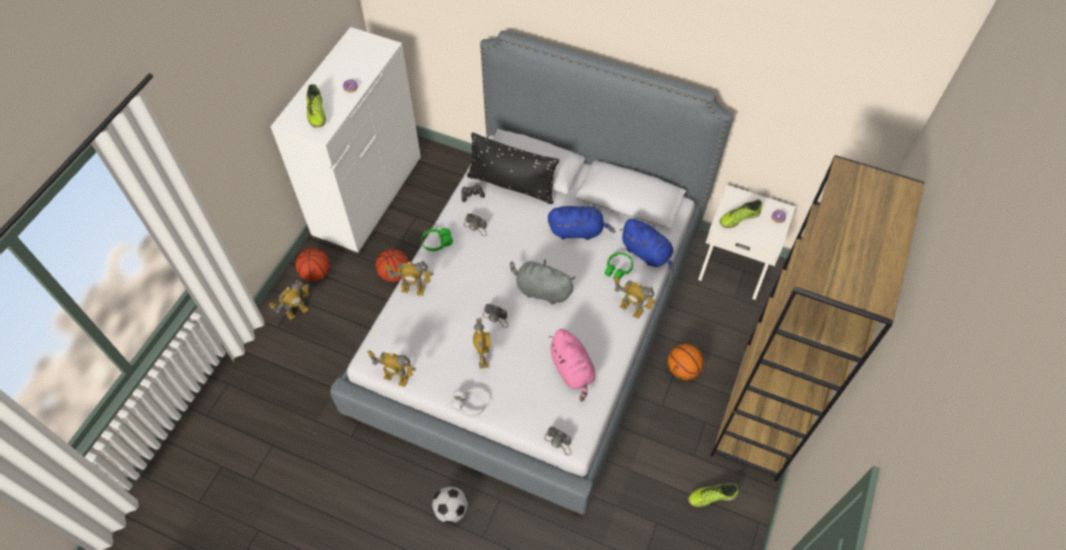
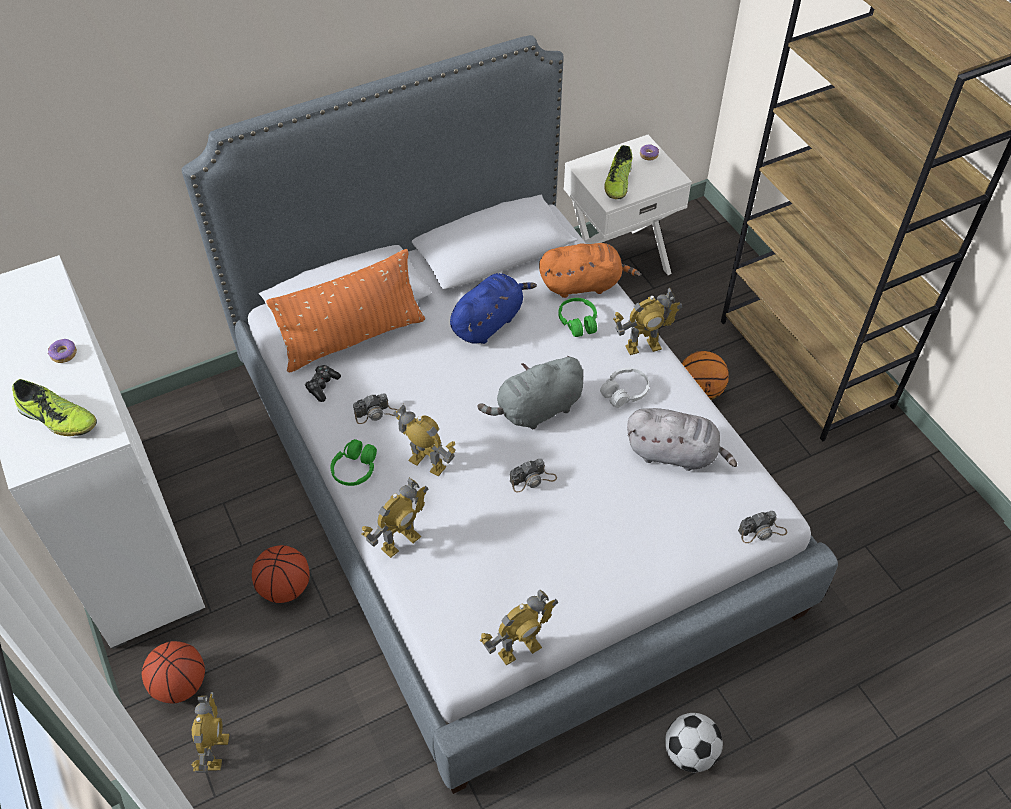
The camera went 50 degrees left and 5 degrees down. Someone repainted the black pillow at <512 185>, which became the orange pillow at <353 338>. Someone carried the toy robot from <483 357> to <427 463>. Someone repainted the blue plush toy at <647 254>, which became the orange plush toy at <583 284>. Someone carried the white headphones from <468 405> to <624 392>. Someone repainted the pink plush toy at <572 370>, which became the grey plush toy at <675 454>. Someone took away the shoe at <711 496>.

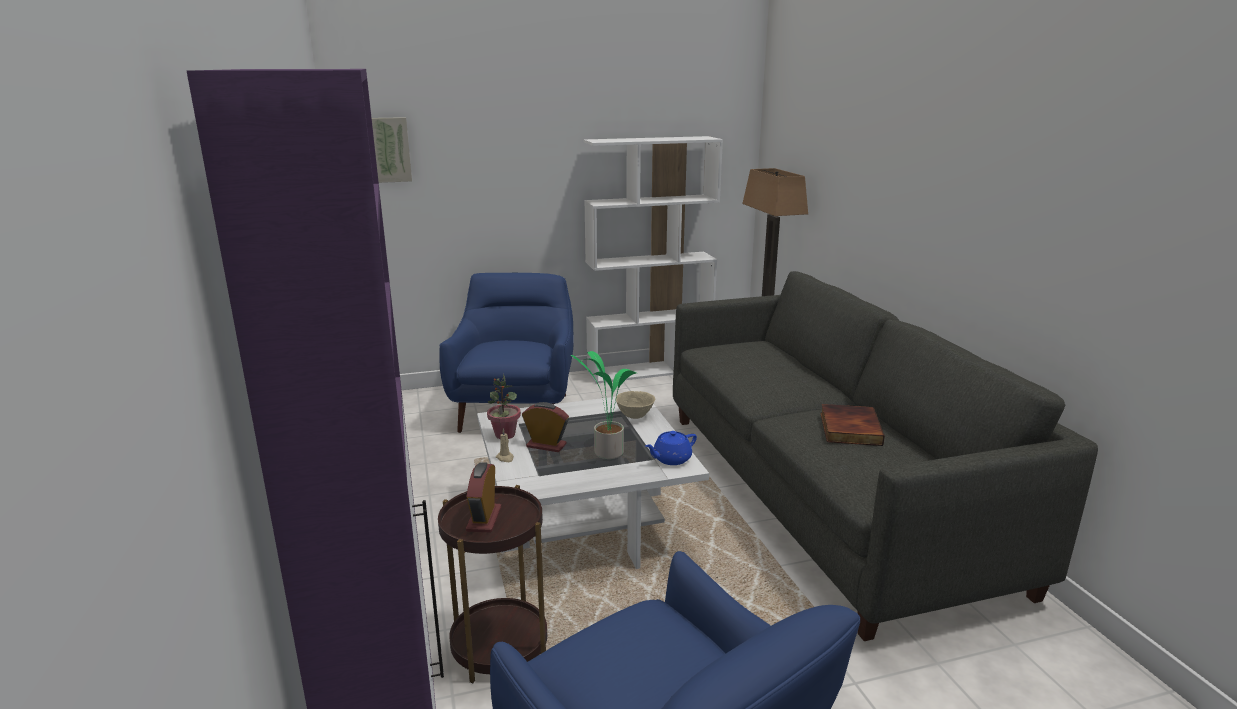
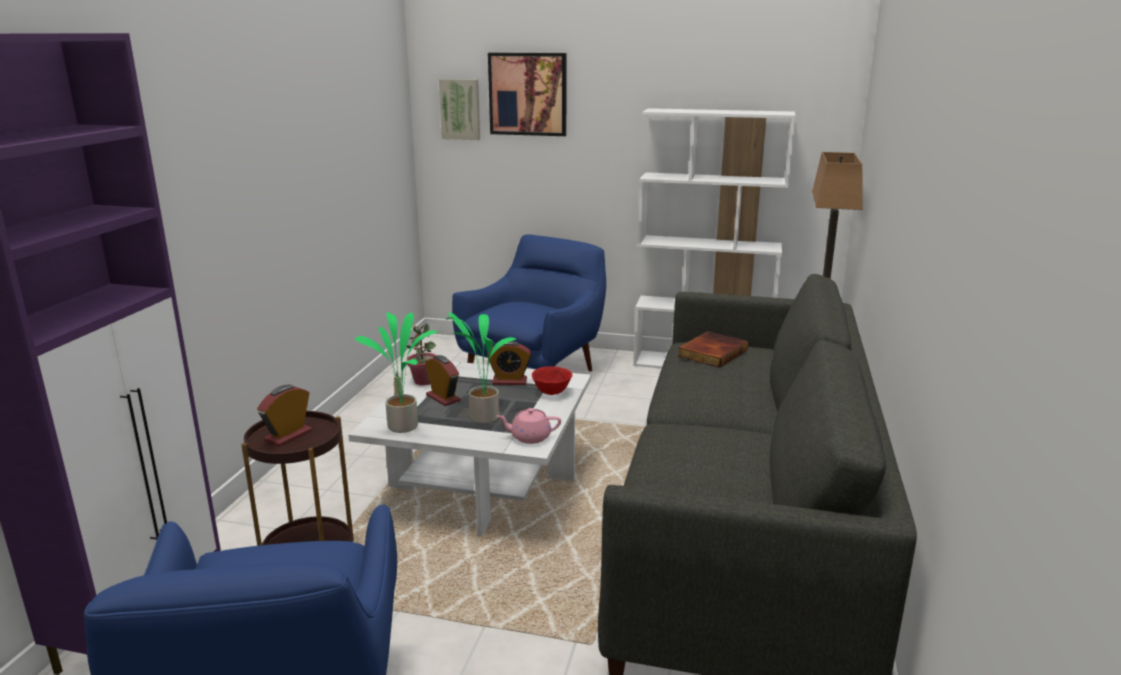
The camera went 30 degrees right and 0 degrees up. Someone put down the potted plant at <404 426>. Someone put down the alarm clock at <509 381>. Someone put up the picture at <528 94>. Someone repainted the blue teapot at <671 459>, which became the pink teapot at <529 437>. Someone repainted the beige bowl at <635 416>, which became the red bowl at <552 392>. Someone carried the book from <848 428> to <711 352>.

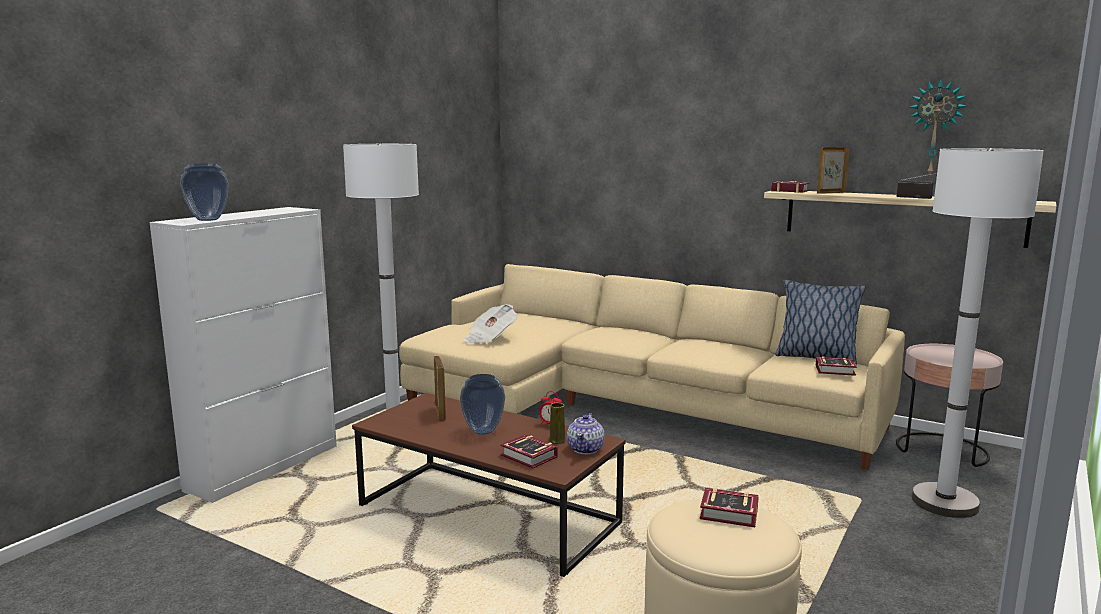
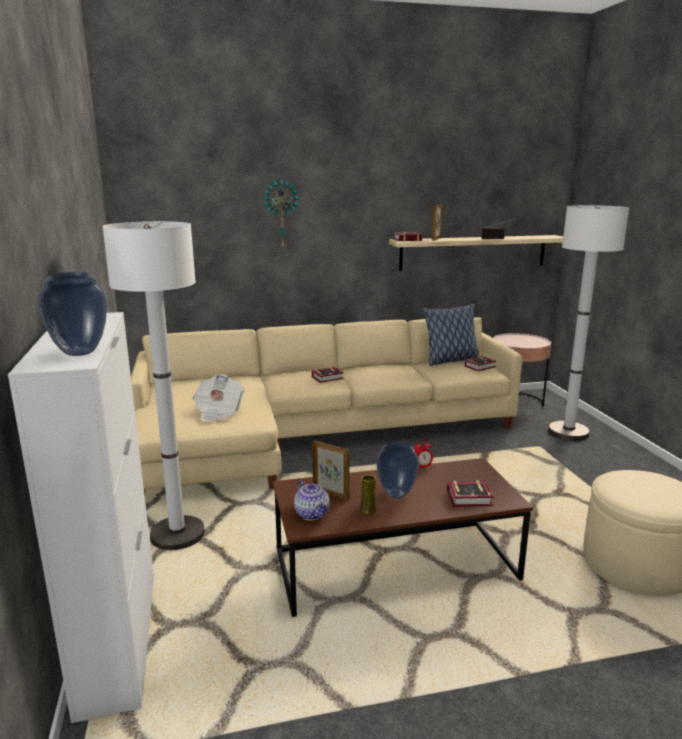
The camera went 45 degrees left and 5 degrees up. Someone carried the wall clock from <935 128> to <281 214>. Someone carried the teapot from <586 449> to <312 513>. Someone carried the book from <731 514> to <329 378>. Someone carried the yellow vase from <557 440> to <368 510>.

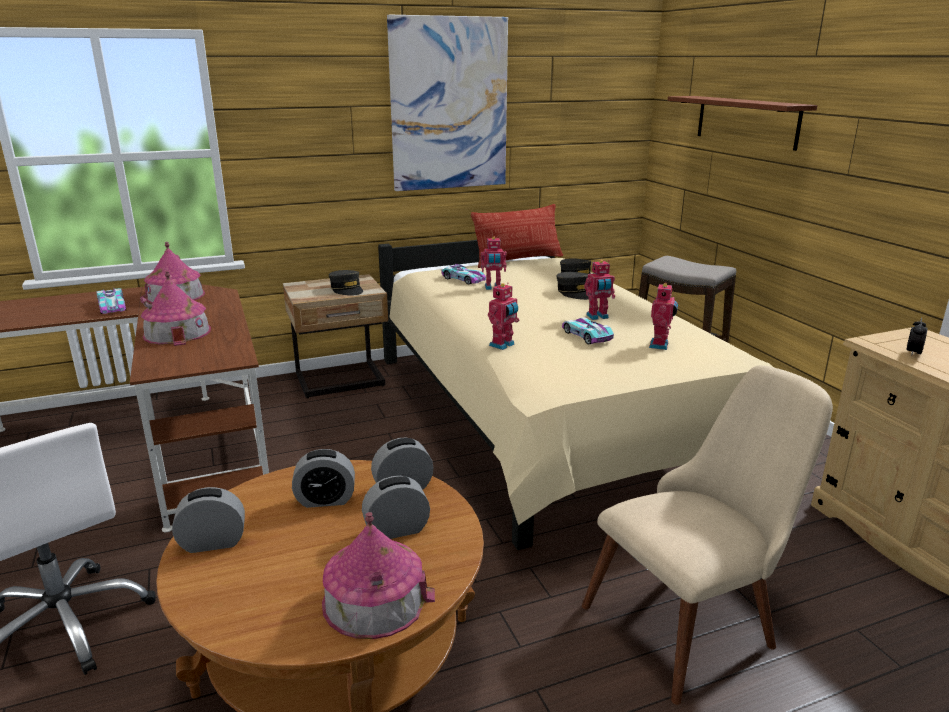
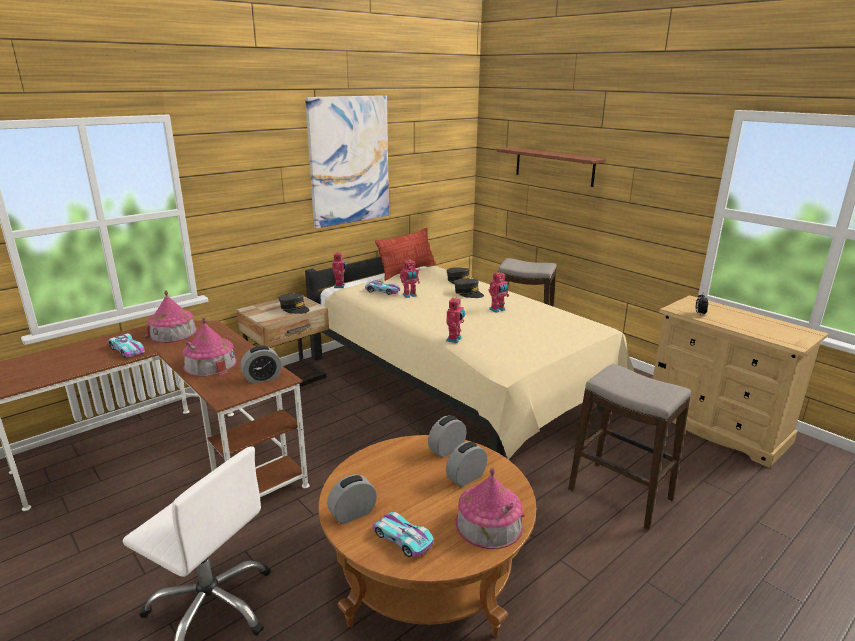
The camera went 20 degrees left and 0 degrees up. Someone carried the alarm clock from <325 500> to <262 378>. Someone carried the toy robot from <660 345> to <340 286>. Someone carried the toy car from <586 336> to <402 538>. Someone swapped the beige chair at <694 618> for the stool at <619 494>.

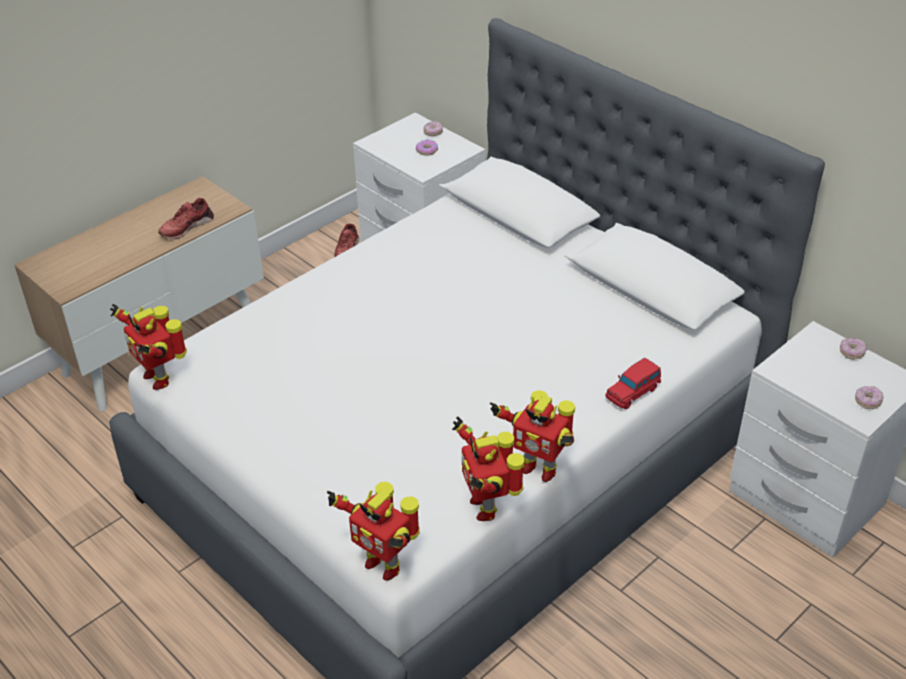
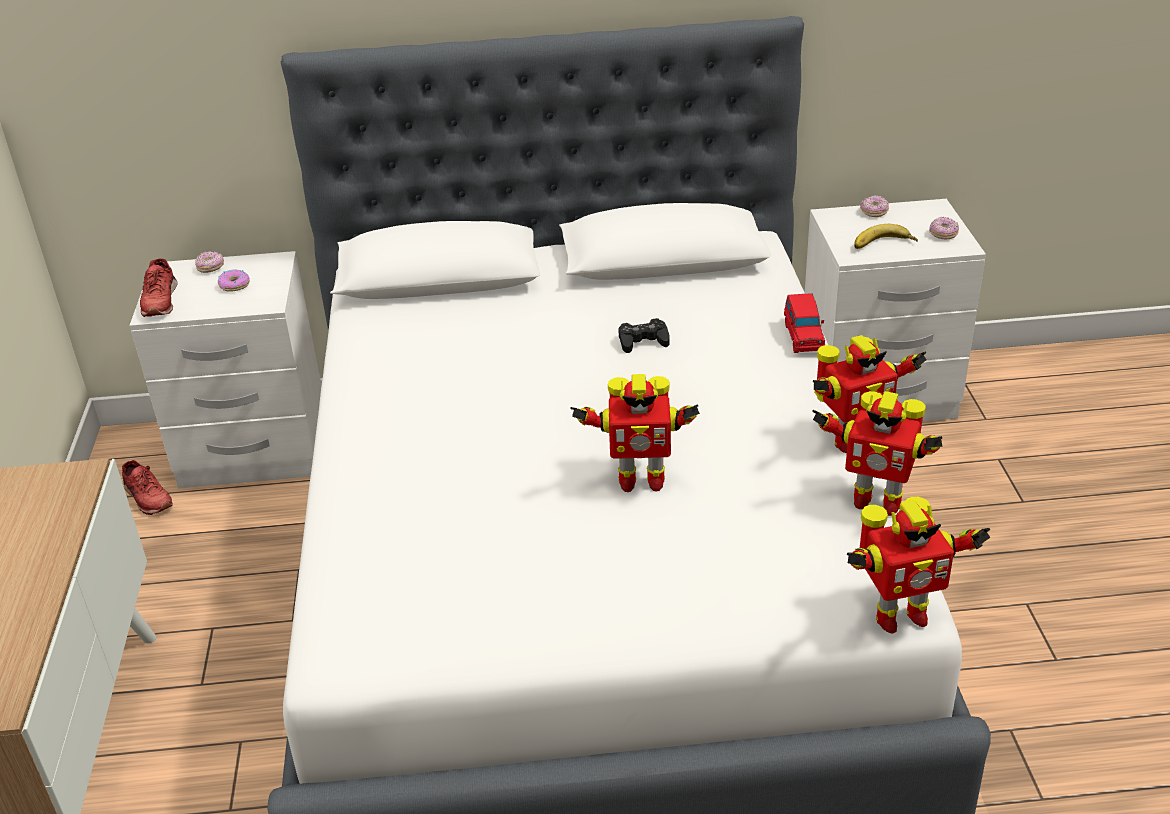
The camera went 50 degrees left and 5 degrees down. Someone carried the red shoe from <186 227> to <159 300>. Someone carried the toy robot from <159 377> to <639 480>. Someone put down the black game controller at <643 341>. Someone put down the banana at <883 245>.

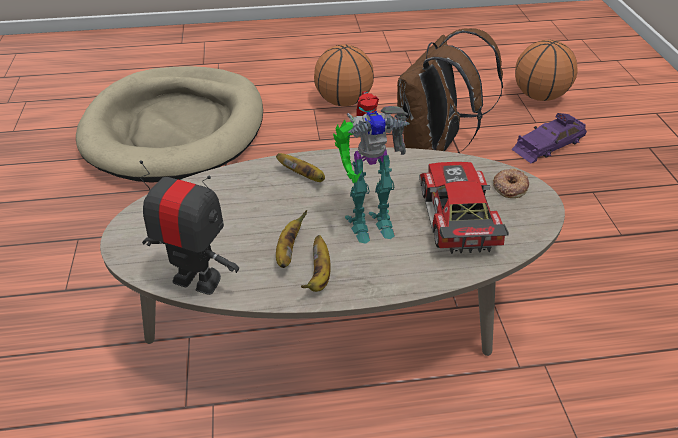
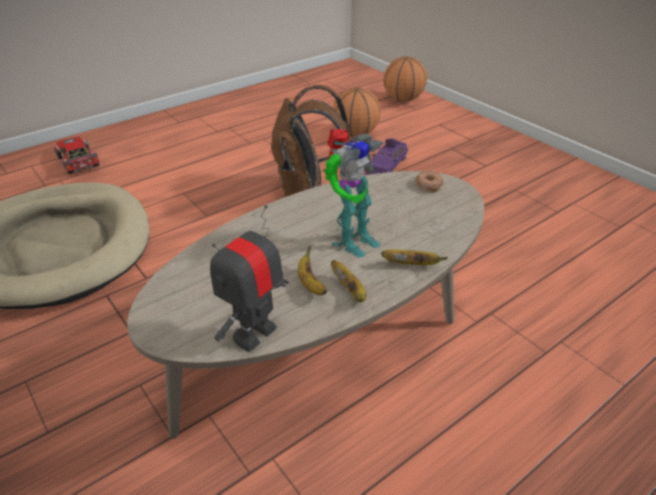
The camera went 30 degrees left and 5 degrees down. Someone carried the toy car from <453 216> to <76 162>. Someone rotated the toy robot at <197 280> by 45 degrees counterclockwise. Someone carried the banana from <304 176> to <412 265>. Someone carried the basketball from <343 101> to <403 100>.

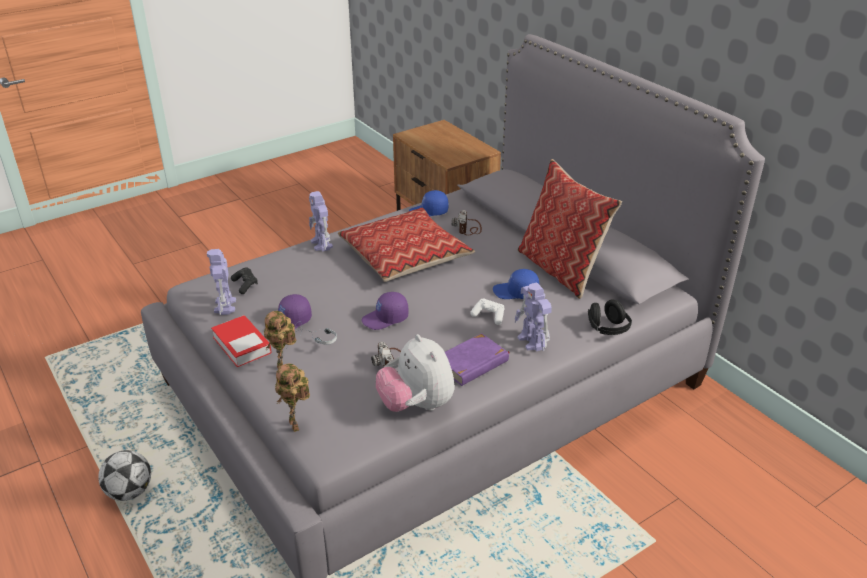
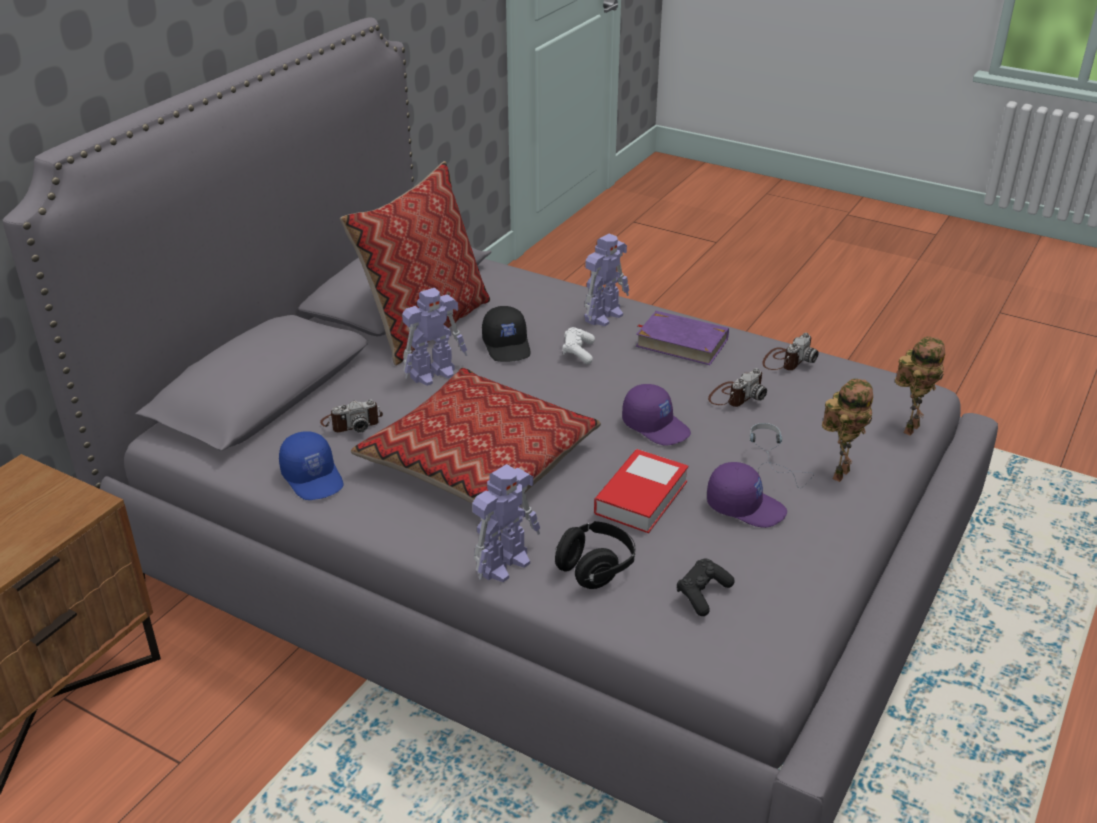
The camera went 115 degrees left and 0 degrees up. Someone carried the toy robot from <225 306> to <434 374>. Someone repainted the blue cap at <515 292>, which became the black cap at <507 346>. Someone carried the black headphones from <607 329> to <595 568>. Someone carried the book from <242 345> to <641 497>. Someone swapped the plush toy at <416 405> for the photo camera at <787 360>. Someone took away the football at <130 492>.

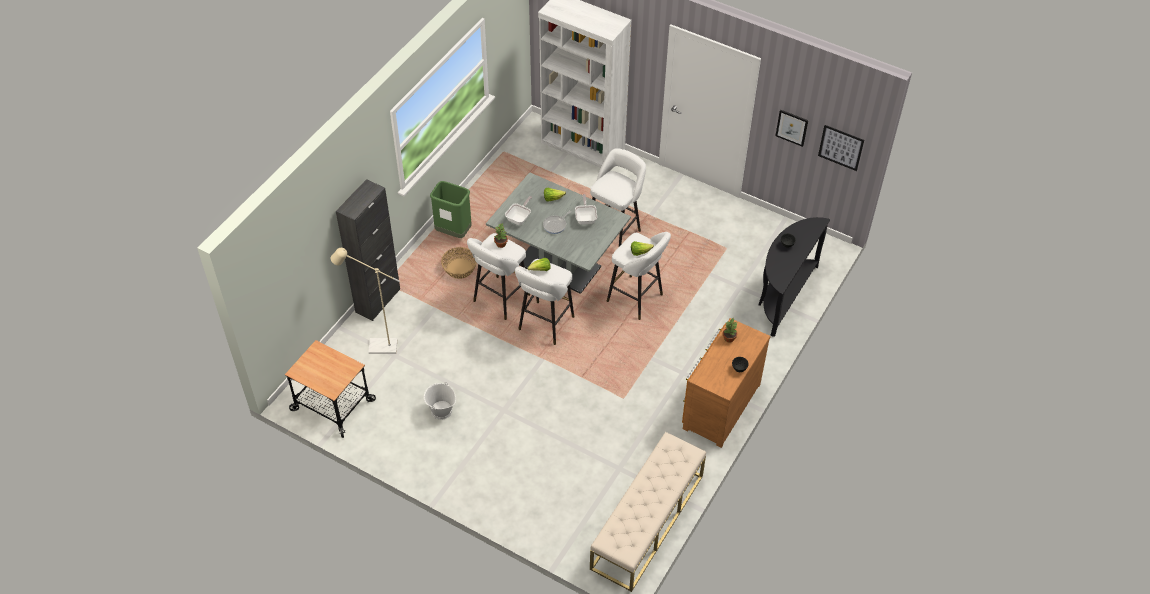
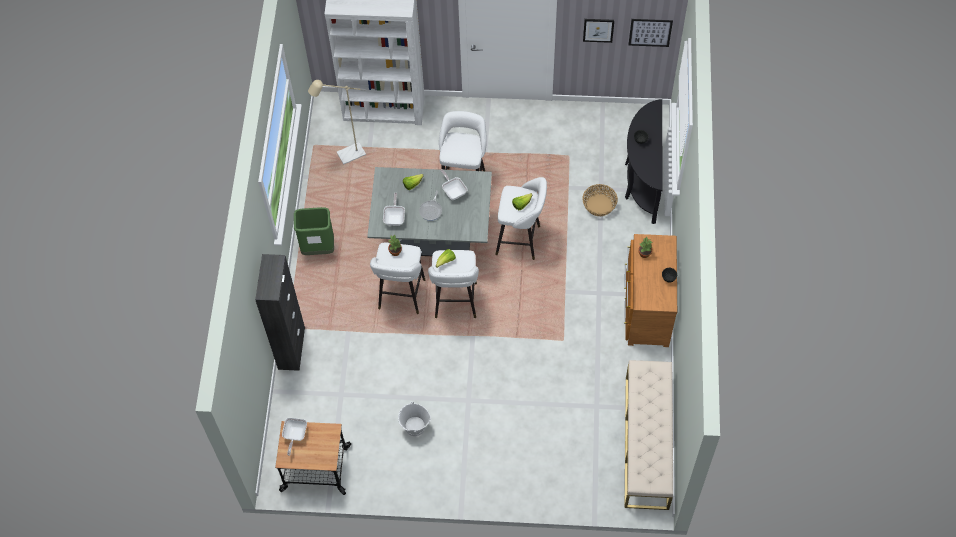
The camera went 25 degrees left and 10 degrees up. Someone put down the frying pan at <295 436>. Someone carried the beige floor lamp from <377 346> to <346 156>. Someone carried the basket from <459 268> to <599 205>.

